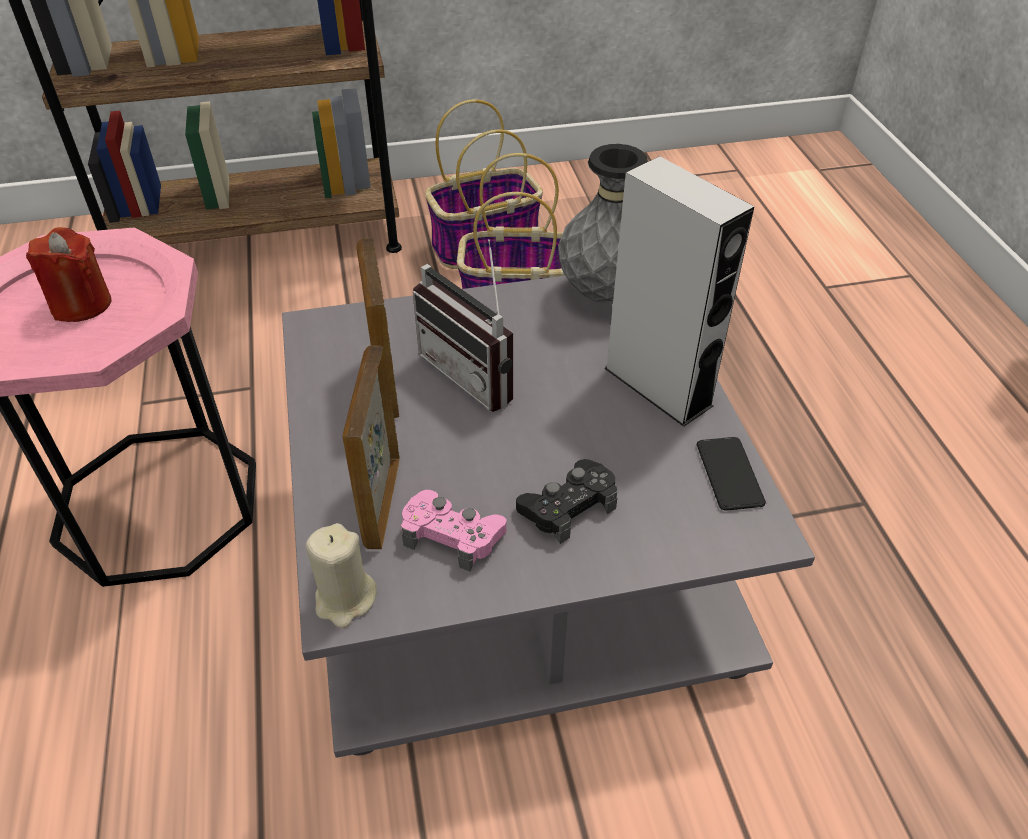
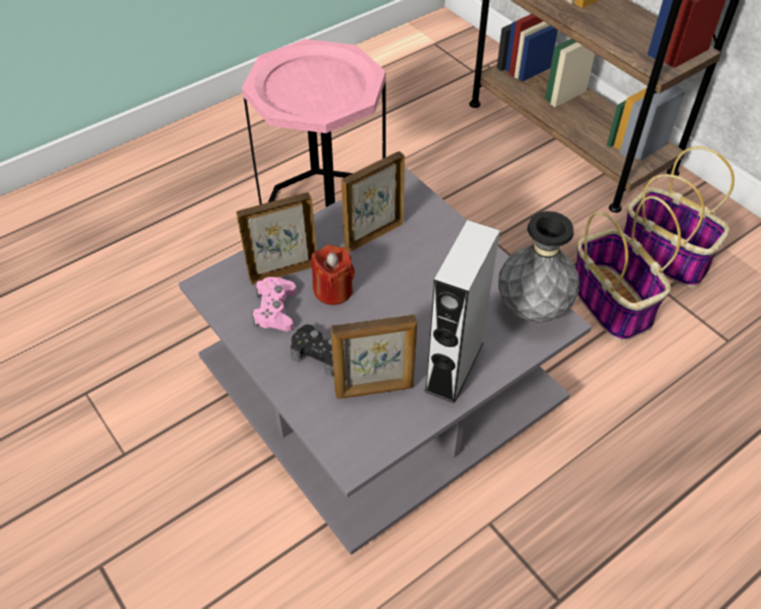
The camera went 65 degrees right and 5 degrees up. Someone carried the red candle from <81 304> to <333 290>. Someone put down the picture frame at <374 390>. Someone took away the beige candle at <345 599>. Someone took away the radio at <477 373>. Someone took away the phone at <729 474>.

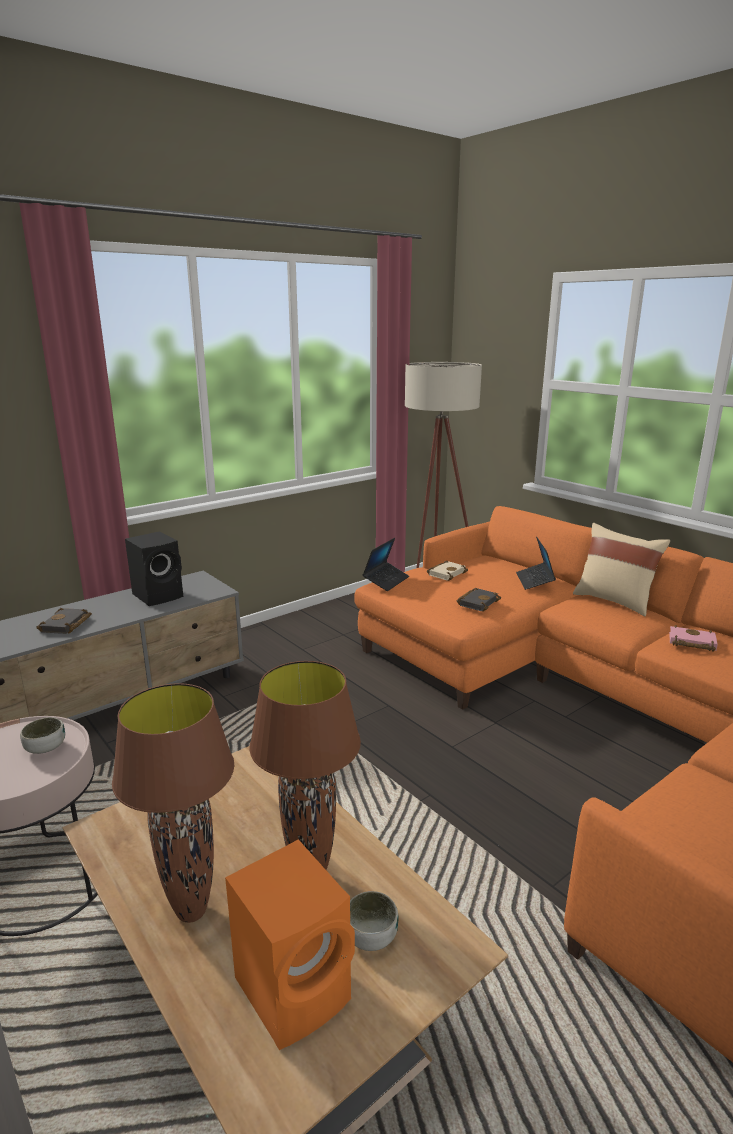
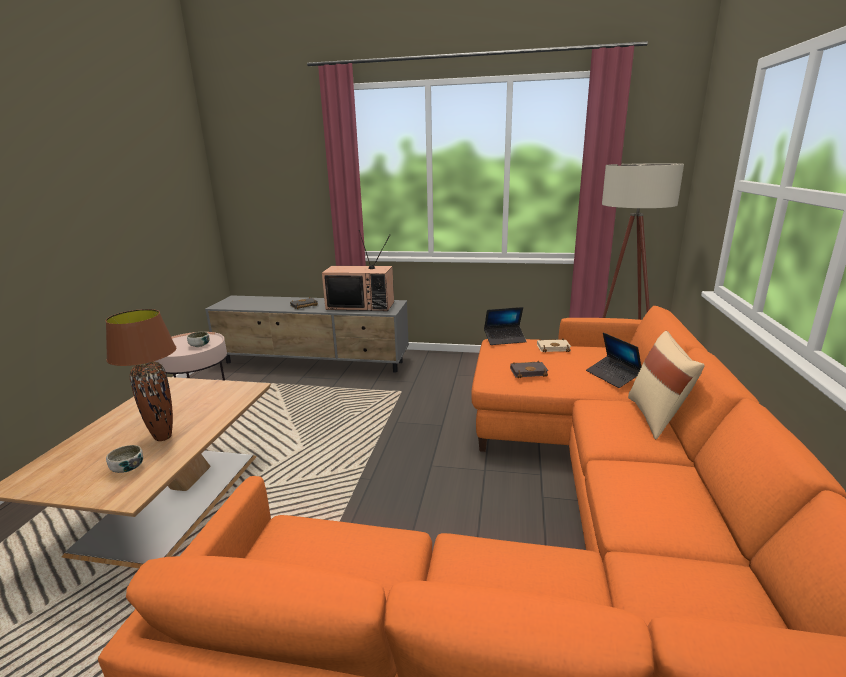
The camera went 50 degrees right and 0 degrees up. Someone swapped the black speaker at <159 595> for the television at <361 305>. Someone rotated the laptop at <534 581> by 75 degrees counterclockwise. Someone took away the brown table lamp at <192 911>. Someone took away the orange speaker at <296 988>. Someone took away the pink book at <690 643>.

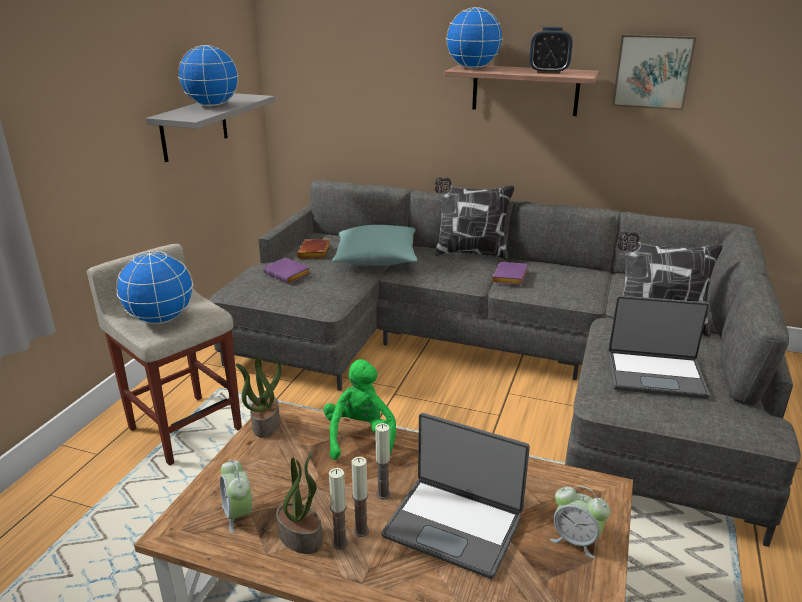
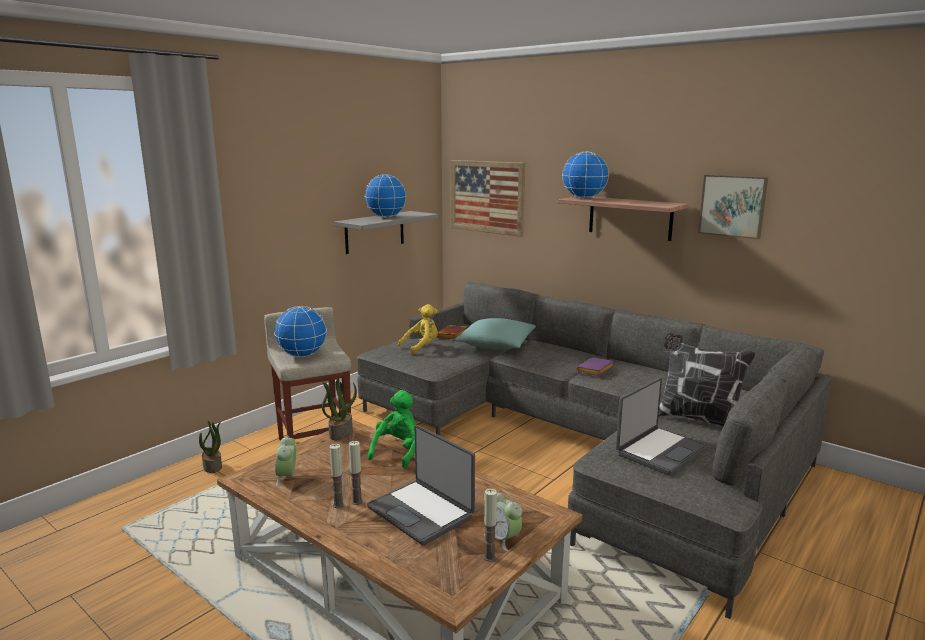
The camera went 20 degrees right and 10 degrees down. Someone carried the potted plant from <301 537> to <213 466>. Someone swapped the purple book at <289 274> for the yellow plush toy at <421 347>. Someone put up the picture at <487 197>. Someone carried the candle from <383 494> to <489 557>. Someone rotated the laptop at <655 375> by 75 degrees counterclockwise. Someone took away the pillow at <470 253>. Someone took away the alarm clock at <548 72>.

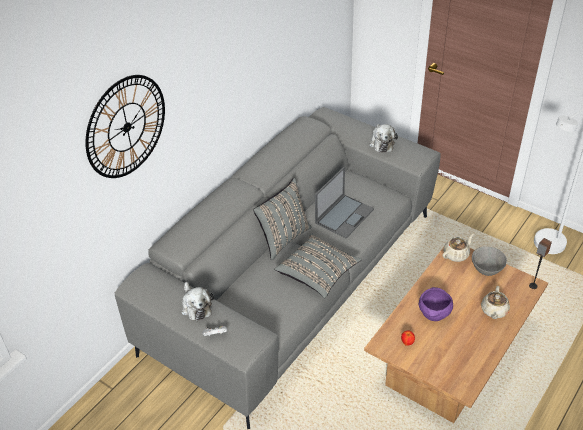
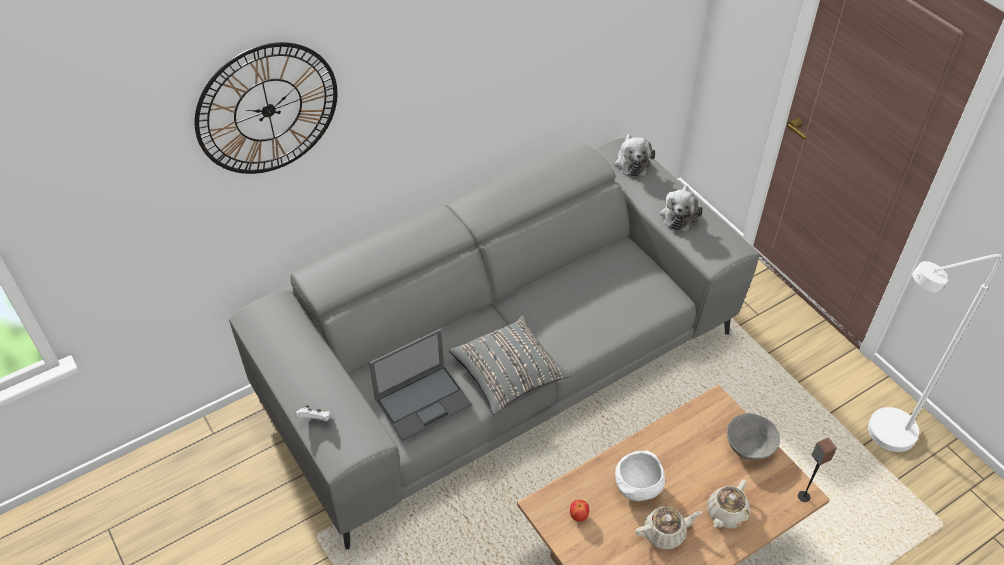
The camera went 20 degrees right and 5 degrees up. Someone carried the laptop from <344 215> to <424 401>. Someone carried the plush toy from <196 306> to <632 162>. Someone repainted the purple bowl at <434 314>, which became the white bowl at <637 489>. Someone carried the beige teapot from <456 254> to <665 533>. Someone took away the grey pillow at <283 238>.

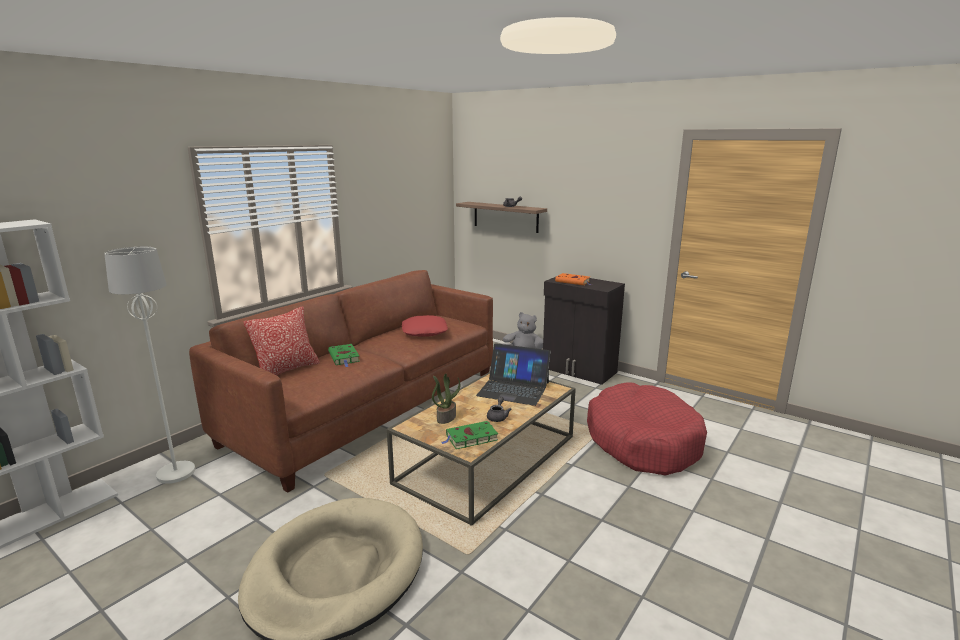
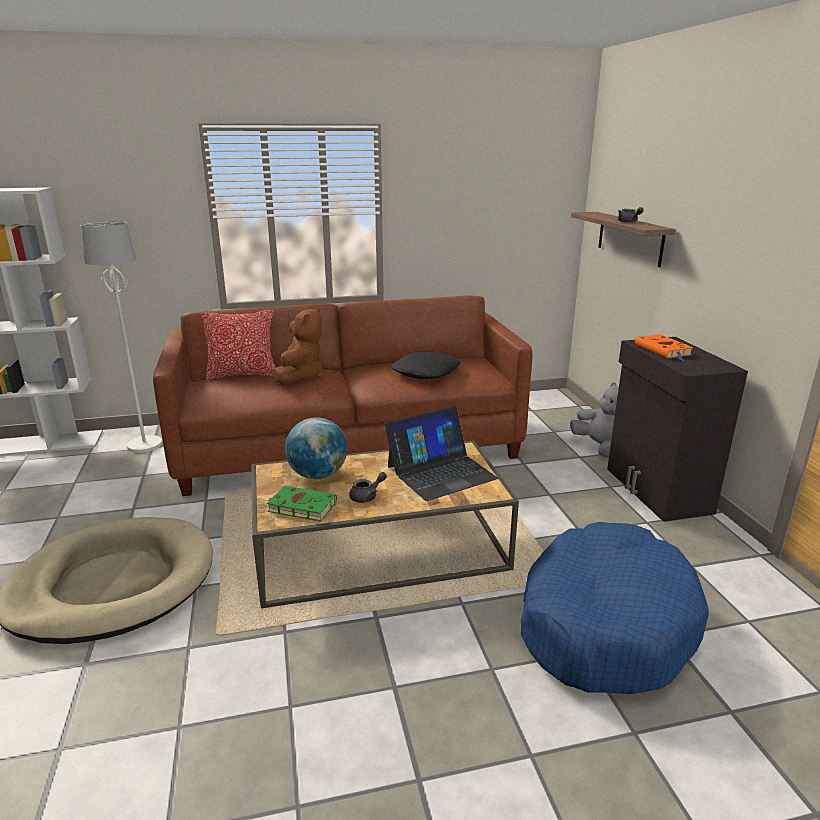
The camera went 40 degrees right and 5 degrees up. Someone swapped the green book at <344 357> for the brown plush toy at <300 377>. Someone swapped the potted plant at <446 417> for the globe at <318 475>. Someone rotated the laptop at <513 389> by 90 degrees counterclockwise. Someone repainted the red pillow at <424 331>, which became the black pillow at <425 372>. Someone repainted the red dog bed at <642 441>, which became the blue dog bed at <604 623>.

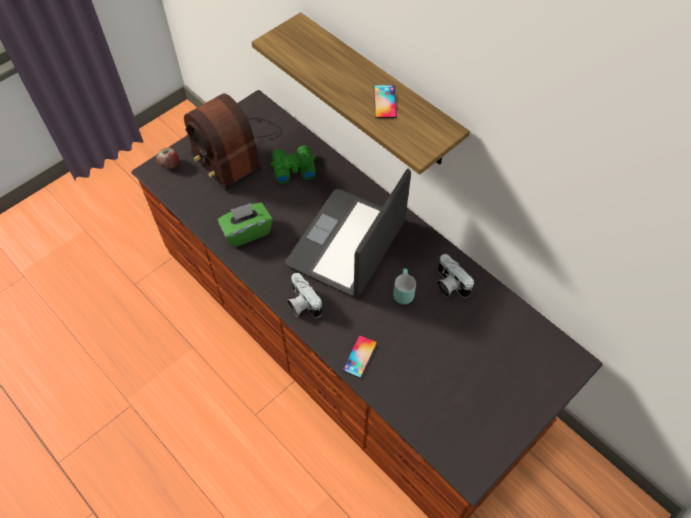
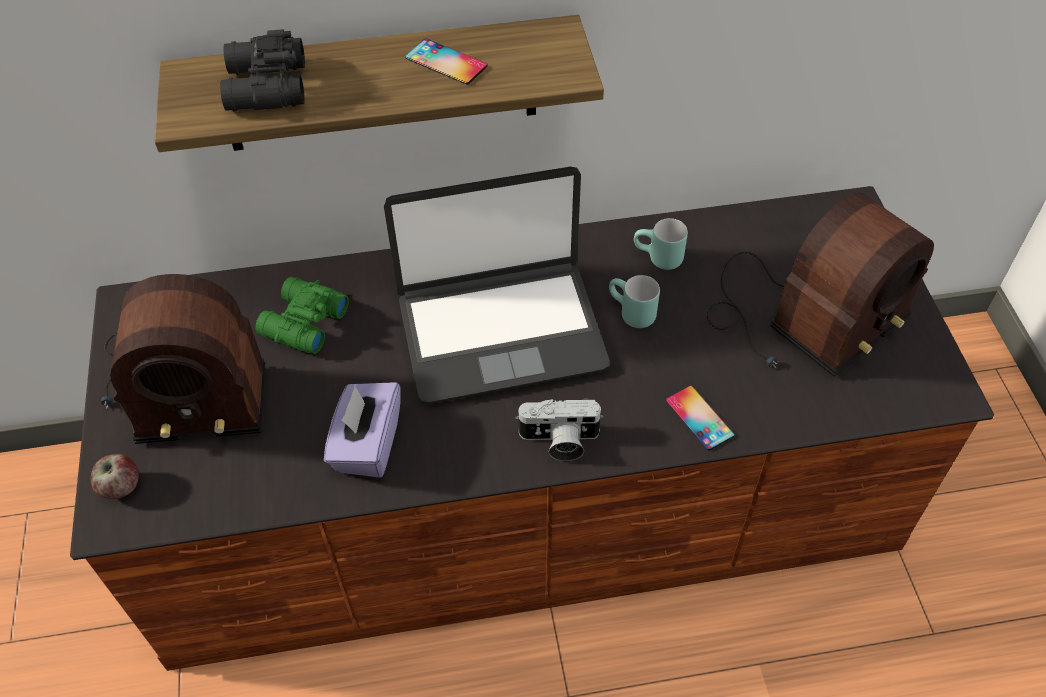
The camera went 55 degrees left and 5 degrees down. Someone put down the black binoculars at <264 88>. Someone repainted the green tissue box at <247 232>, which became the purple tissue box at <367 445>. Someone rotated the laptop at <348 243> by 75 degrees counterclockwise. Someone swapped the photo camera at <449 284> for the turquoise mug at <657 259>. Someone put down the radio at <802 316>.

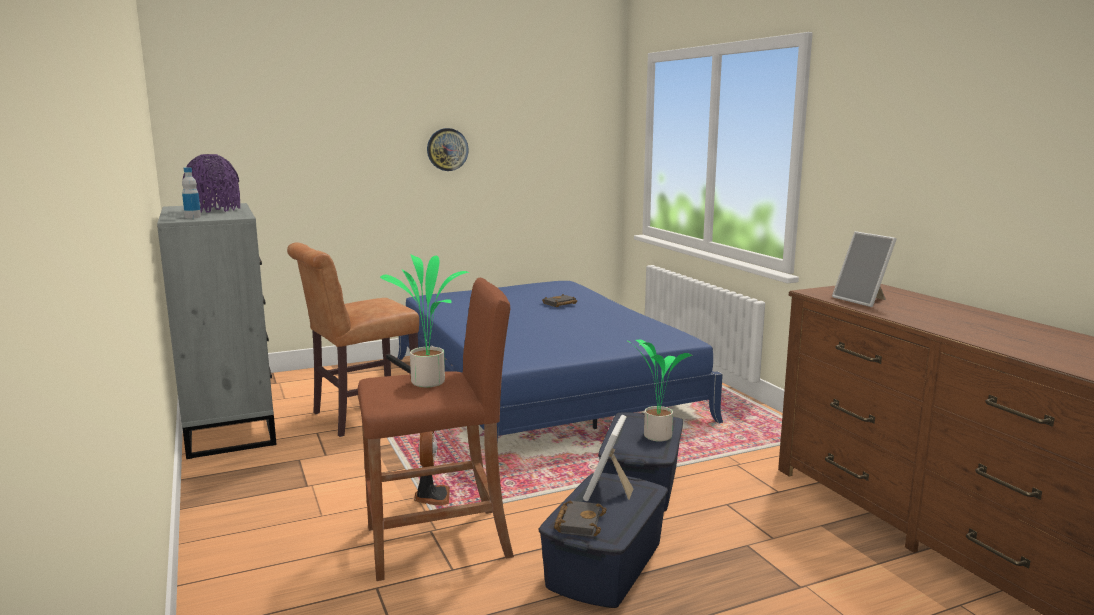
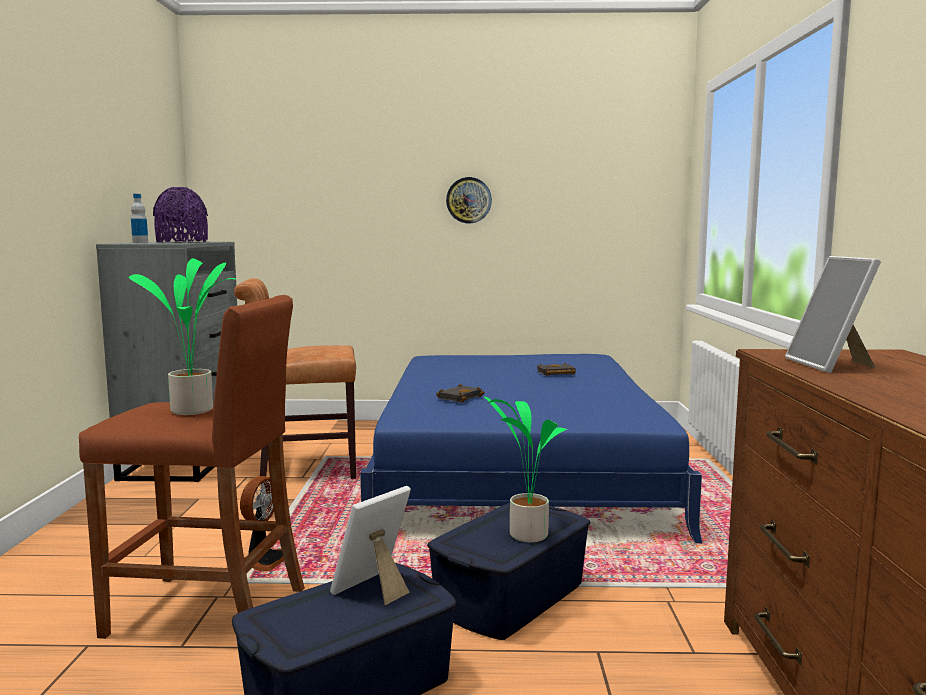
The camera went 25 degrees right and 5 degrees down. Someone carried the black book from <578 522> to <459 397>.

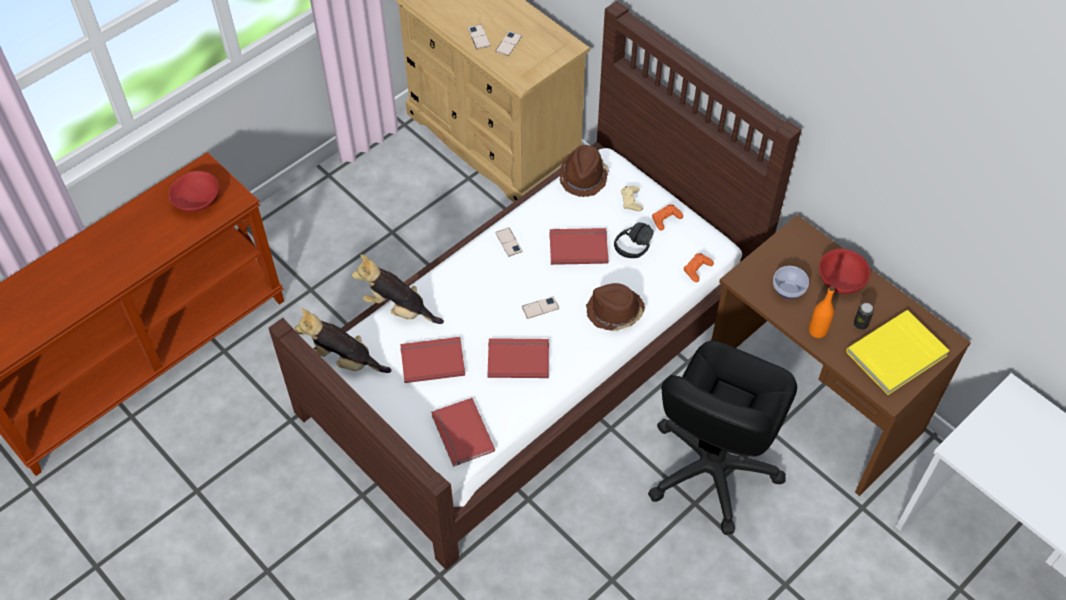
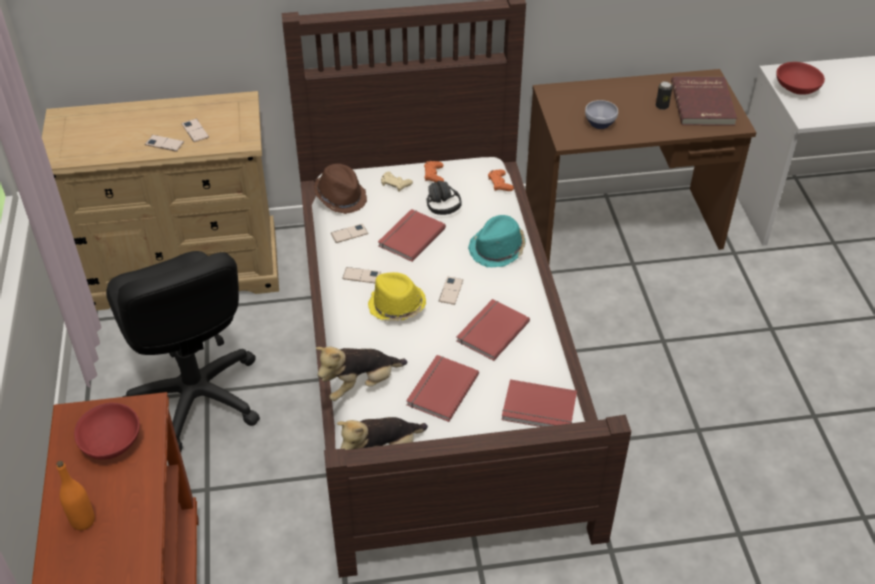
The camera went 55 degrees left and 10 degrees down. Someone carried the orange bottle from <817 331> to <83 521>. Someone carried the black office chair from <711 470> to <195 398>. Someone put down the phone at <349 233>. Someone put down the yellow hat at <396 306>. Someone repainted the brown hat at <614 312>, which became the turquoise hat at <498 249>. Someone repainted the yellow book at <897 355>, which became the red book at <704 104>. Someone carried the red bowl from <841 280> to <797 88>.

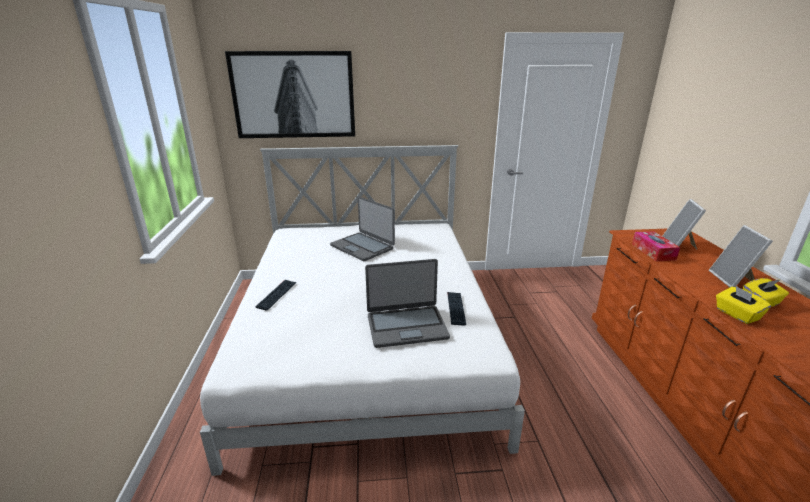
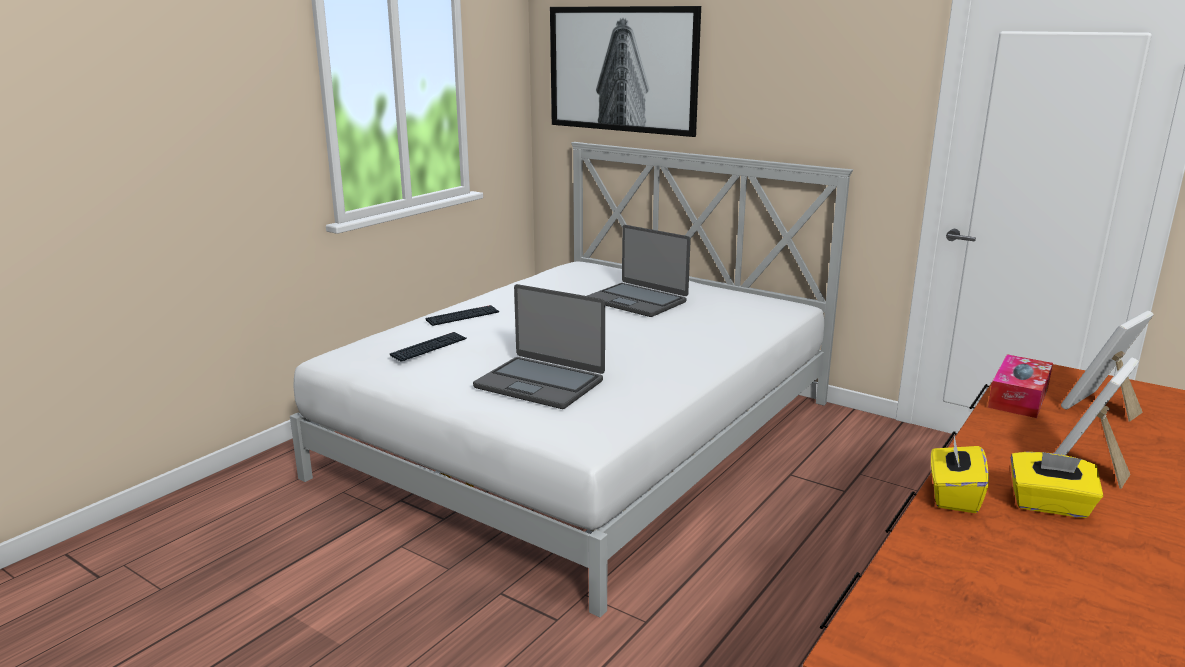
The camera went 40 degrees right and 5 degrees down. Someone carried the keyboard from <456 308> to <429 348>. Someone rotated the laptop at <362 247> by 45 degrees counterclockwise.

